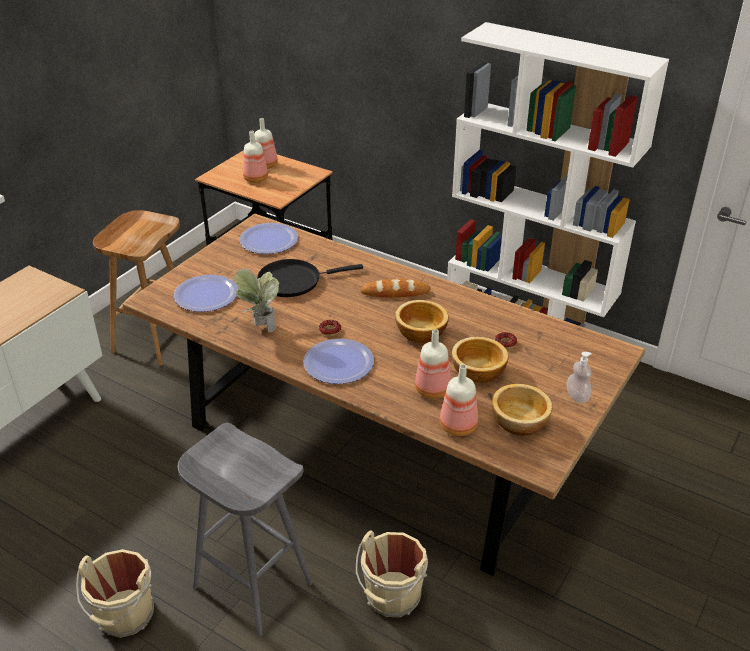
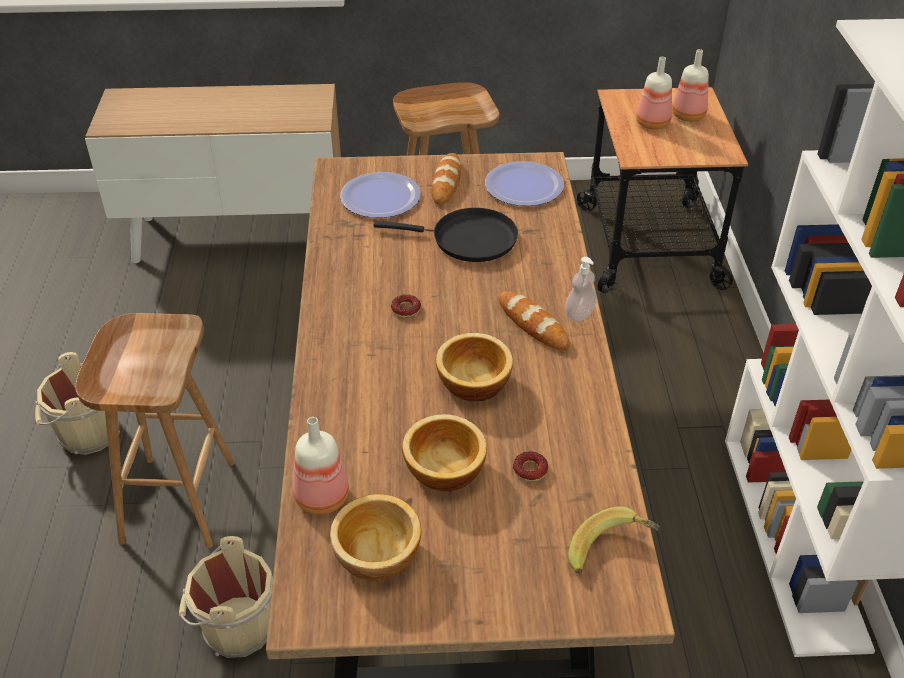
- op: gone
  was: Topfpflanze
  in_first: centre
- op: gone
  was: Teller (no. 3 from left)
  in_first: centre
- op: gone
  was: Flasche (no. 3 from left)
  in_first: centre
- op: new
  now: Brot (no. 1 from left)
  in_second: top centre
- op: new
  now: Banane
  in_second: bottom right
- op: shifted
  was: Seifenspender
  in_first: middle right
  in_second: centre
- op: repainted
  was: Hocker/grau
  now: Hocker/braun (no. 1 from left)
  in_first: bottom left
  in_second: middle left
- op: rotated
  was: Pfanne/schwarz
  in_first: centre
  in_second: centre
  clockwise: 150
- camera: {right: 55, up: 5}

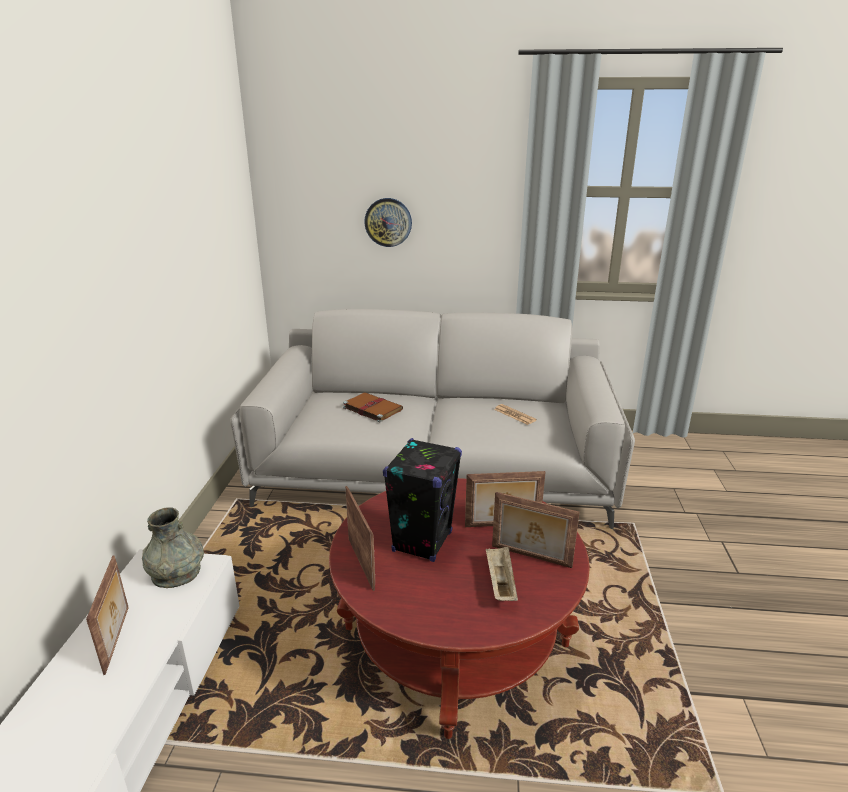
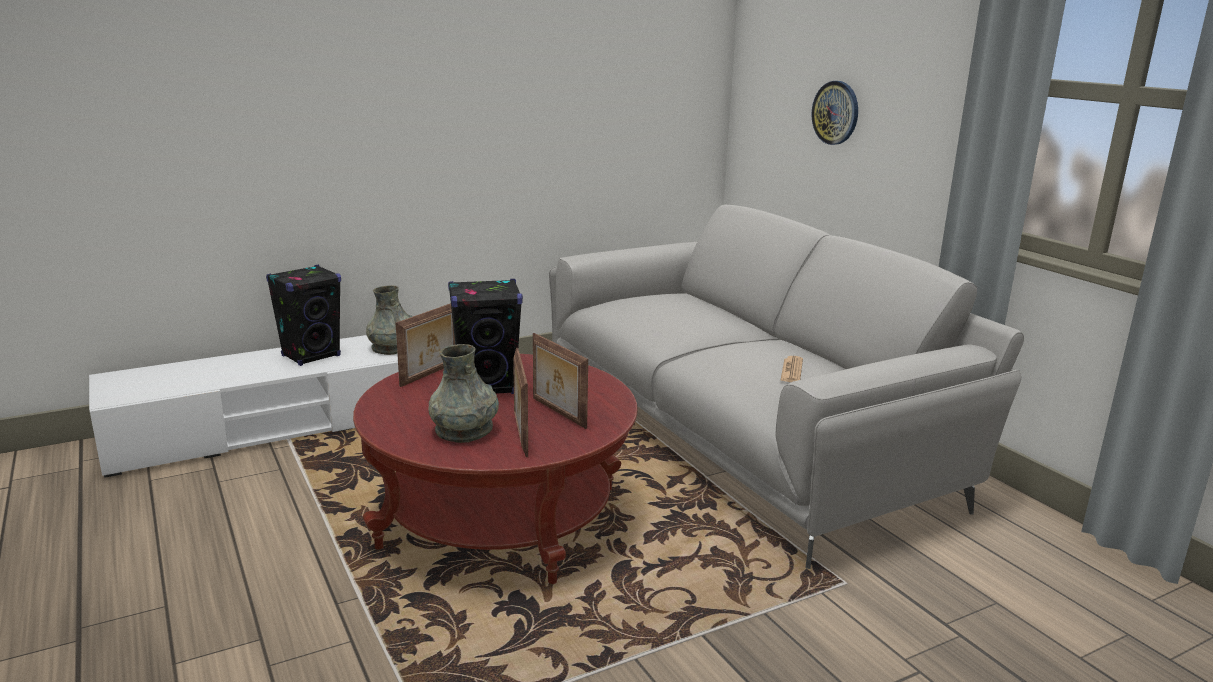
- op: gone
  was: Buch/braun
  in_first: centre
- op: swapped
  was: Bilderrahmen (no. 1 from left)
  now: Lautsprecher/schwarz (no. 1 from left)
  in_first: bottom left
  in_second: middle left
- op: swapped
  was: Tablett/beige
  now: Vase/grau (no. 2 from left)
  in_first: bottom centre
  in_second: centre
- camera: {right: 55, up: -5}

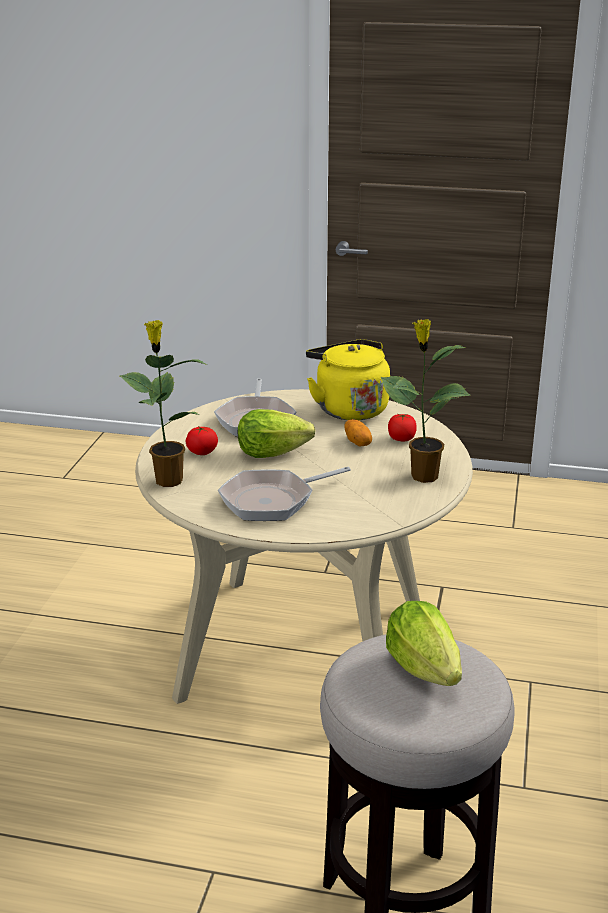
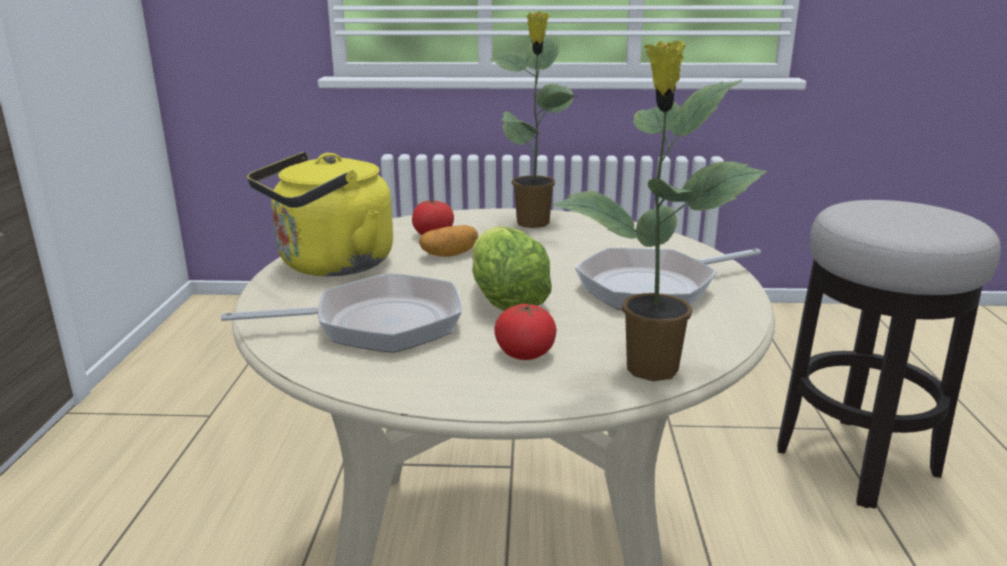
- op: gone
  was: Salatkopf (no. 2 from left)
  in_first: bottom right
- op: rotated
  was: Pfanne (no. 2 from left)
  in_first: centre
  in_second: centre
  clockwise: 105
- camera: {right: -100, up: -5}

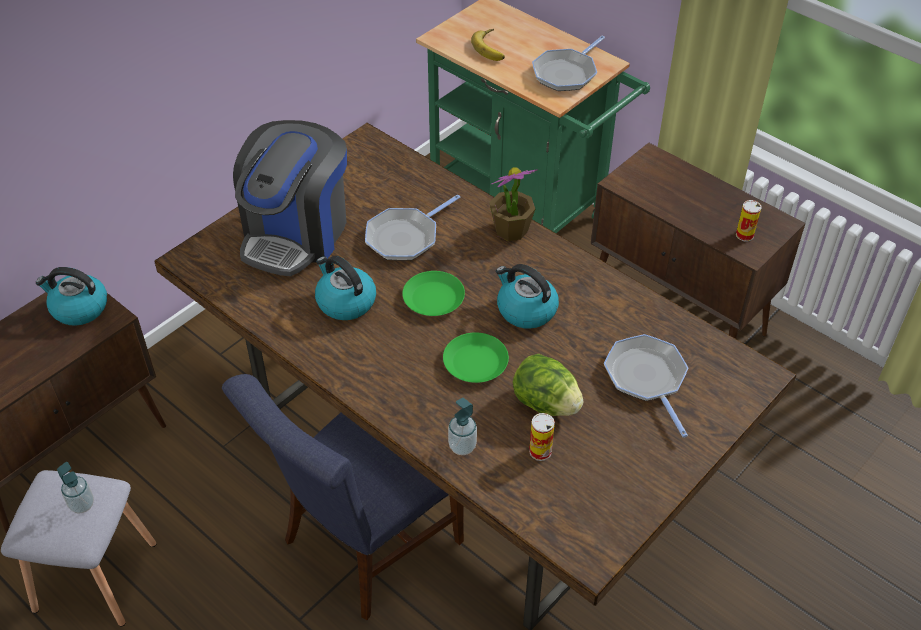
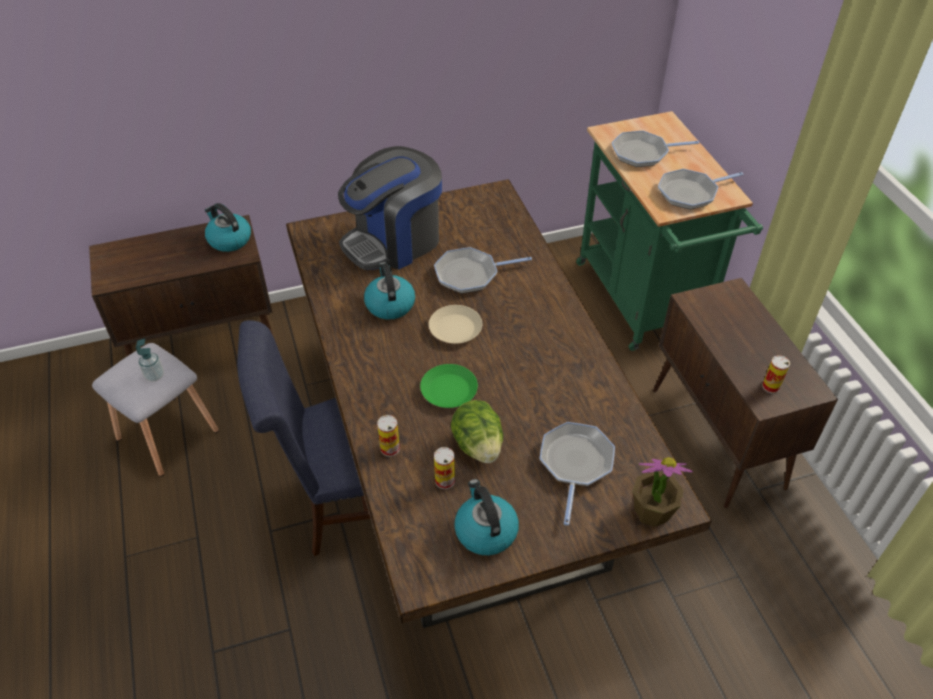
- op: shifted
  was: Topfpflanze
  in_first: top centre
  in_second: bottom right
- op: shifted
  was: Wasserkessel (no. 3 from left)
  in_first: centre
  in_second: bottom centre
- op: swapped
  was: Seifenspender (no. 2 from left)
  now: Dose (no. 1 from left)
  in_first: bottom centre
  in_second: centre
- op: swapped
  was: Banane
  now: Pfanne (no. 3 from left)
  in_first: top centre
  in_second: top right
- op: repainted
  was: Teller/grün (no. 1 from left)
  now: Teller/beige
  in_first: centre
  in_second: centre
- camera: {right: 30, up: 0}

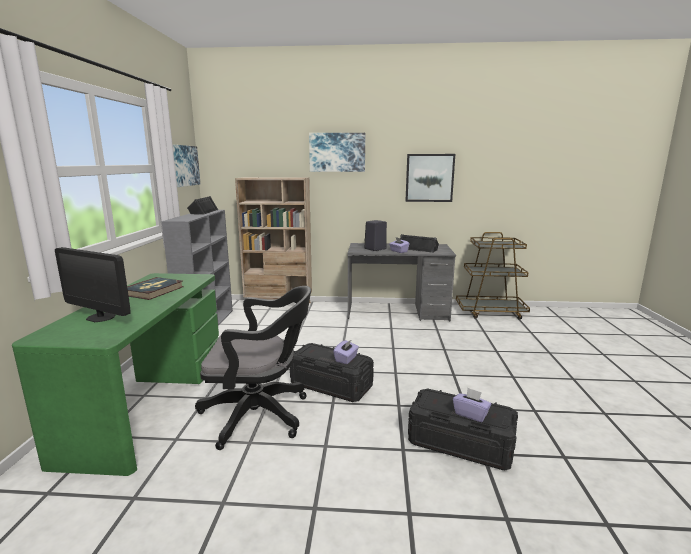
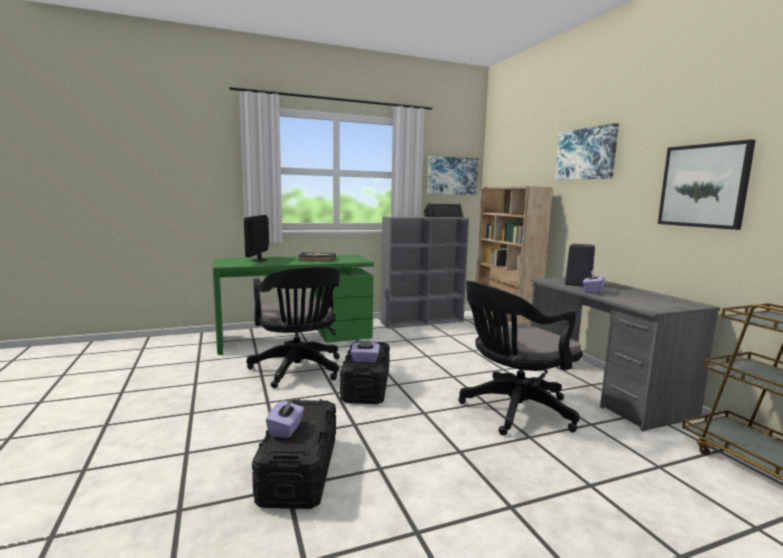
- op: gone
  was: Lautsprecher/schwarz (no. 3 from left)
  in_first: centre
- op: new
  now: Bürostuhl/schwarz (no. 2 from left)
  in_second: centre
- camera: {right: 65, up: -5}

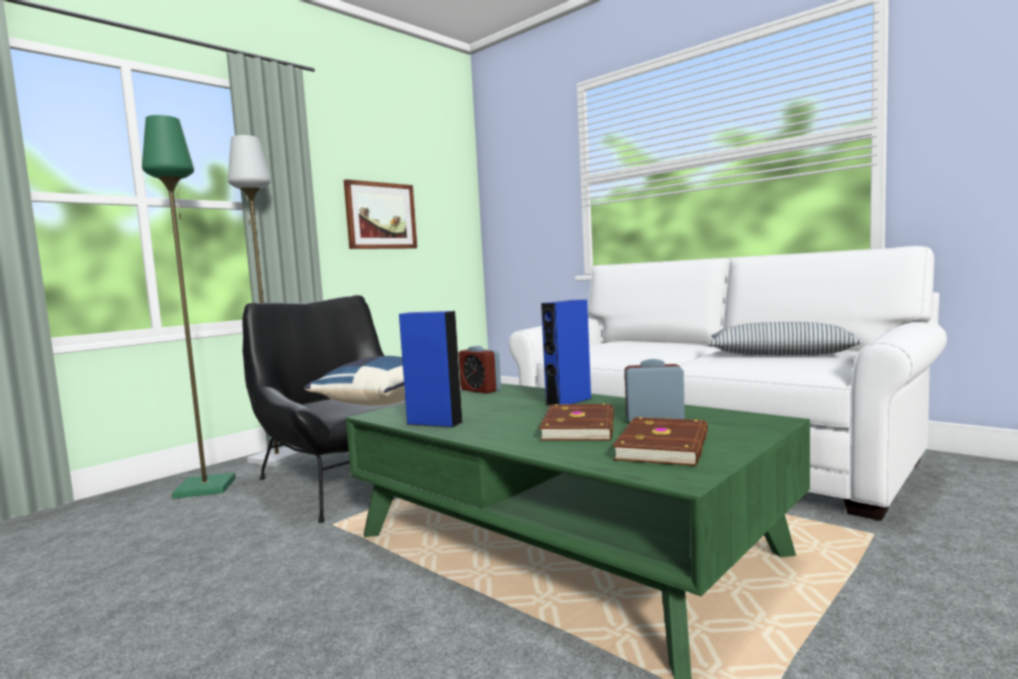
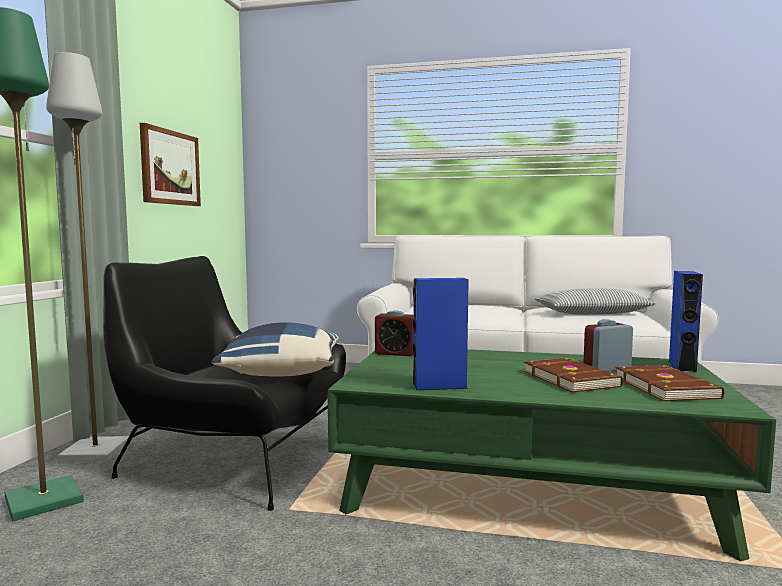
- op: shifted
  was: Lautsprecher/blau (no. 2 from left)
  in_first: centre
  in_second: middle right
- camera: {right: -30, up: 0}

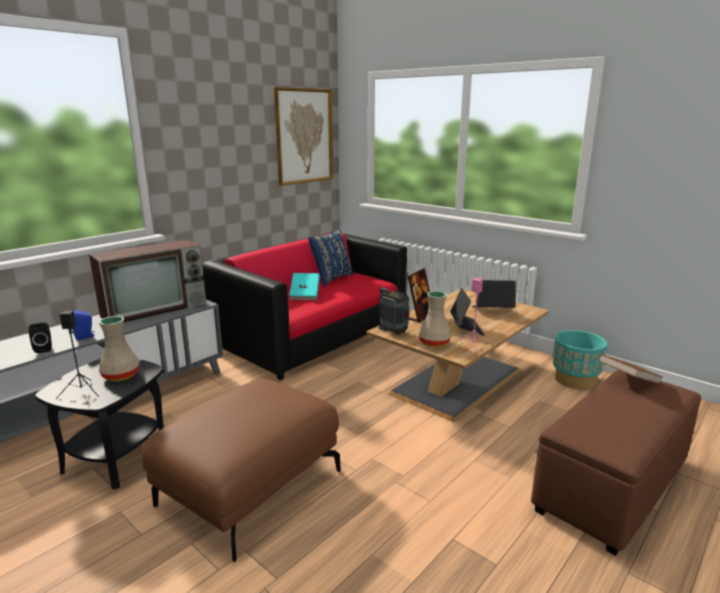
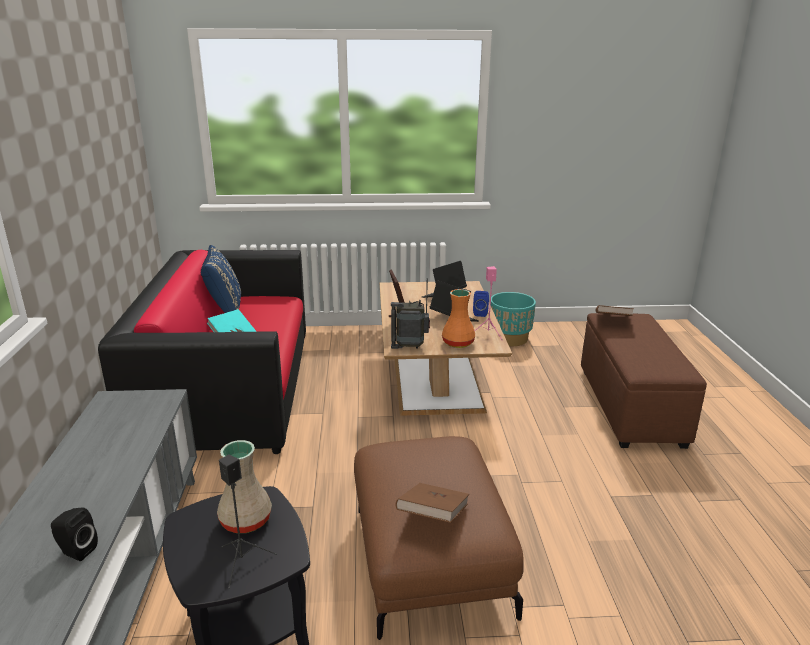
- op: gone
  was: Fernseher
  in_first: middle left
- op: gone
  was: Bild
  in_first: top centre
- op: new
  now: Buch/braun (no. 1 from left)
  in_second: bottom centre
- op: shifted
  was: Lautsprecher/blau
  in_first: middle left
  in_second: centre
- op: repainted
  was: Vase/beige (no. 2 from left)
  now: Vase/orange
  in_first: centre
  in_second: centre
- camera: {right: -45, up: 5}

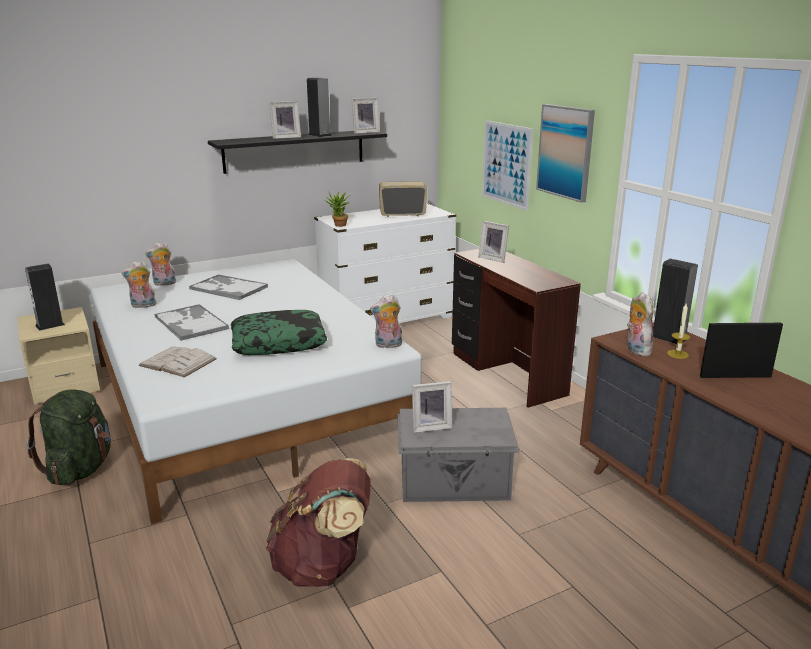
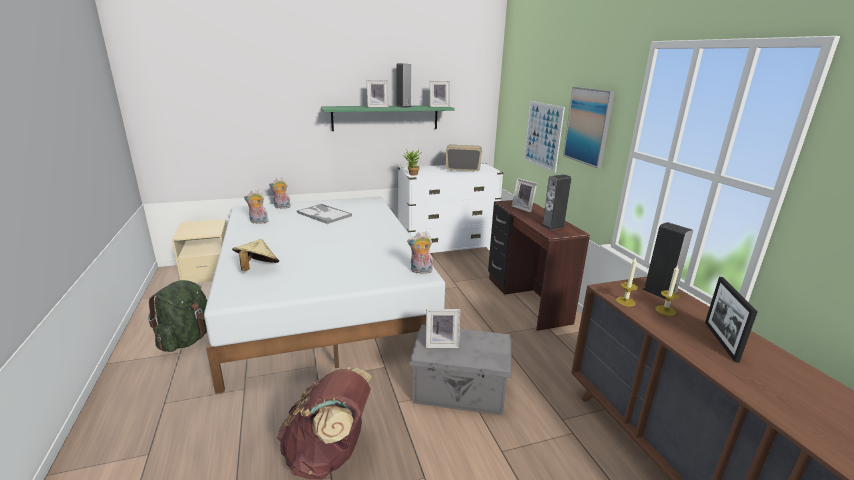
- op: gone
  was: Tablett (no. 1 from left)
  in_first: middle left
- op: gone
  was: Kissen
  in_first: centre
- op: shifted
  was: Lautsprecher (no. 1 from left in the first image)
  now: Lautsprecher (no. 2 from left)
  in_first: middle left
  in_second: centre
- op: swapped
  was: Buch/weiß
  now: Hut/beige
  in_first: middle left
  in_second: middle left
- op: swapped
  was: Plüschtier (no. 4 from left)
  now: Kerze (no. 1 from left)
  in_first: middle right
  in_second: middle right
- op: repainted
  was: Wandregal/schwarz
  now: Wandregal/grün
  in_first: top centre
  in_second: top centre
- op: rotated
  was: Bilderrahmen (no. 5 from left)
  in_first: middle right
  in_second: bottom right
  clockwise: -90
- camera: {right: 10, up: 0}

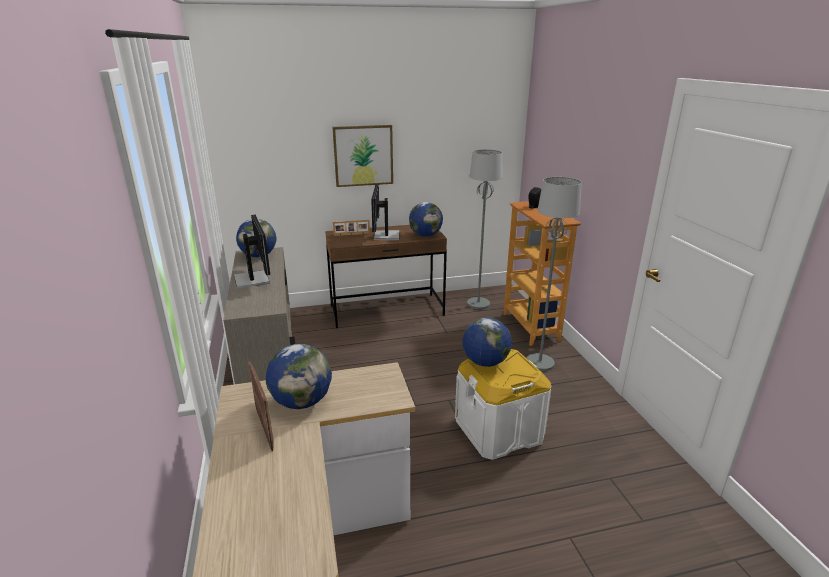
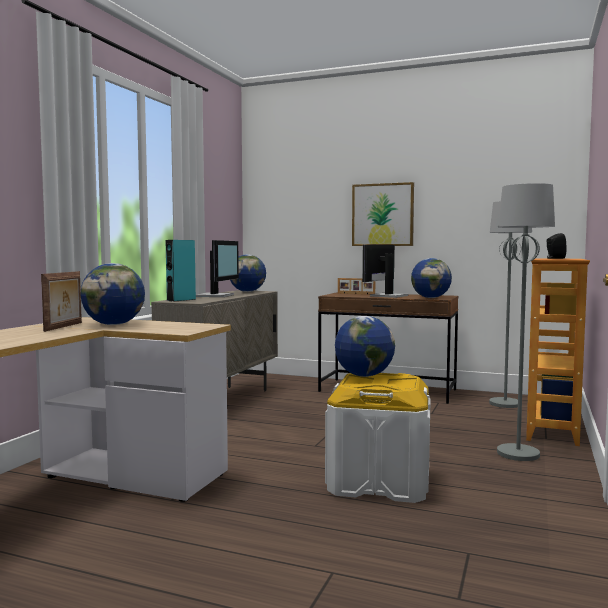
- op: new
  now: Lautsprecher/türkis
  in_second: middle left
- camera: {right: 35, up: -20}

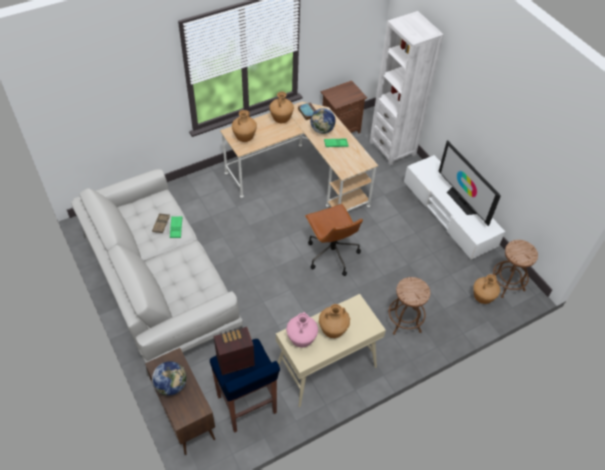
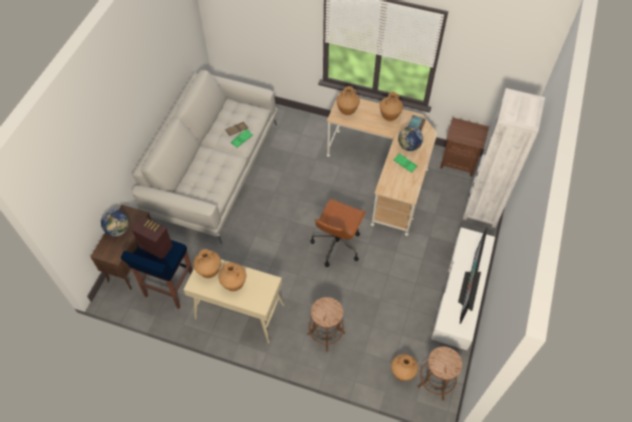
- op: repainted
  was: Vase/rosa
  now: Vase/braun (no. 1 from left)
  in_first: bottom centre
  in_second: middle left
- camera: {right: 50, up: 5}

